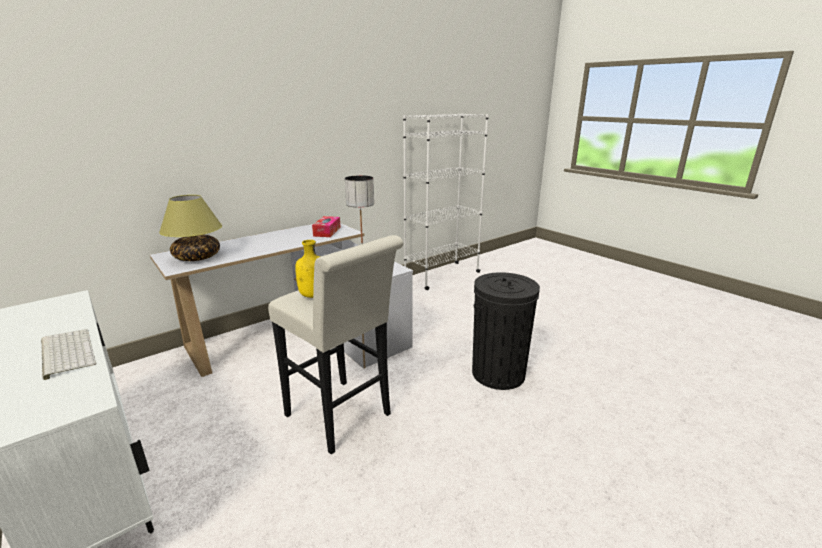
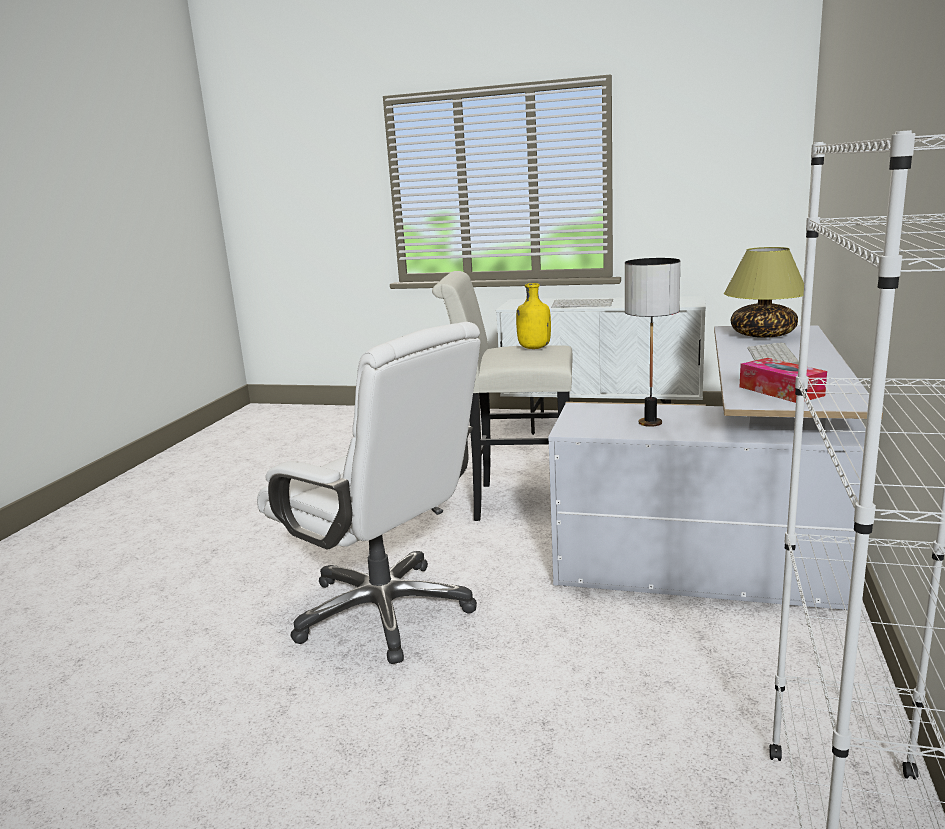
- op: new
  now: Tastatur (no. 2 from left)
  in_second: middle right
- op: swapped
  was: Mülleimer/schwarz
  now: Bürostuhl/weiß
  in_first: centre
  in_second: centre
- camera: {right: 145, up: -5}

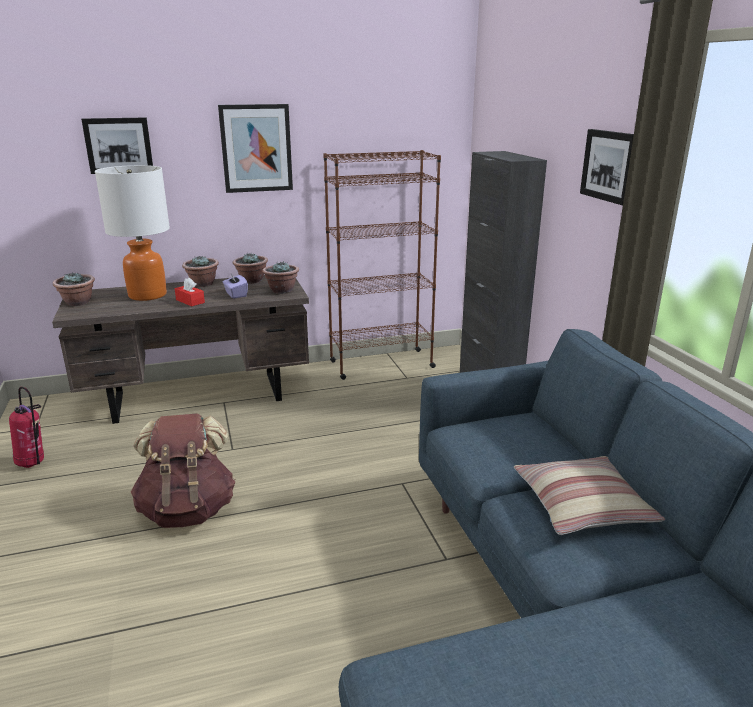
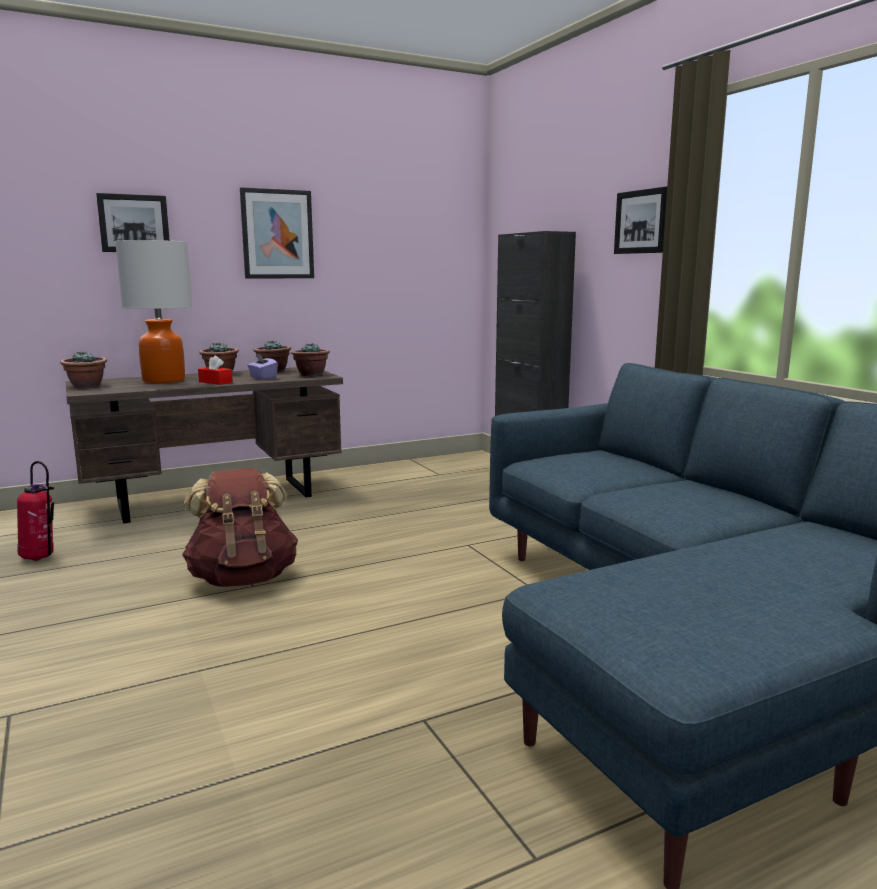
- op: gone
  was: Bücherregal/braun
  in_first: centre
- op: gone
  was: Kissen
  in_first: bottom right
- camera: {right: -10, up: -10}

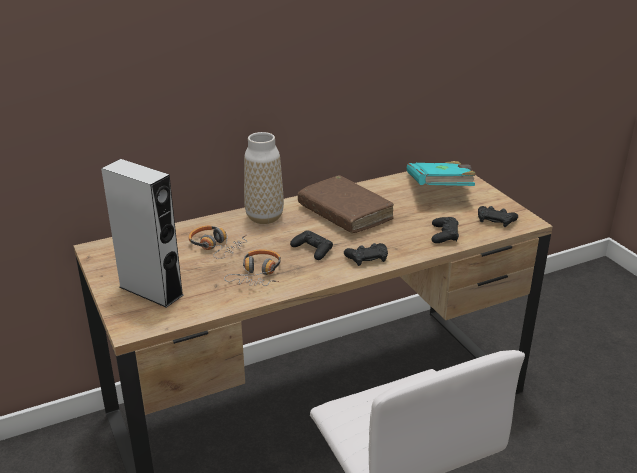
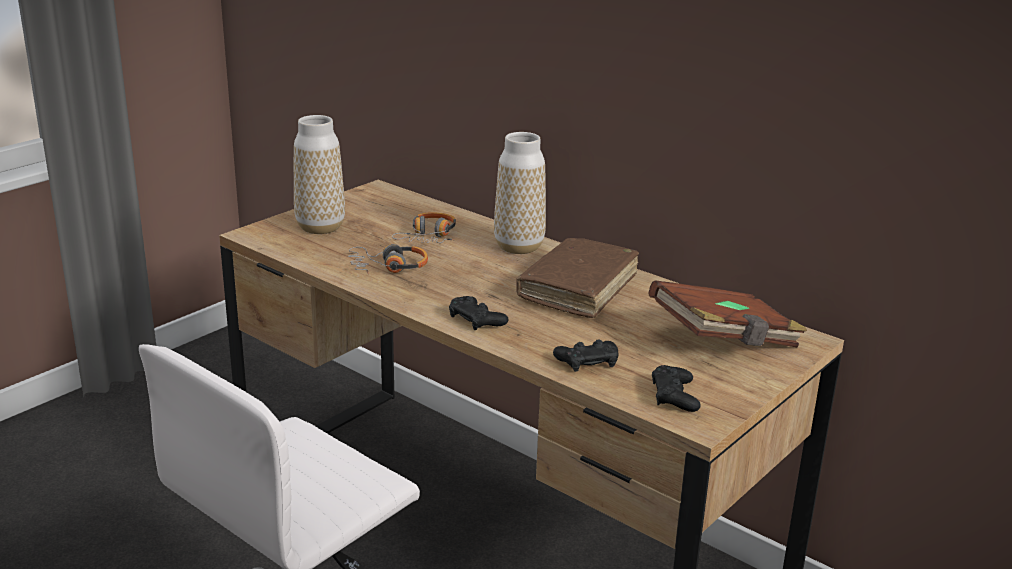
- op: gone
  was: Gamepad/schwarz (no. 1 from left)
  in_first: centre
- op: swapped
  was: Lautsprecher/grau
  now: Vase (no. 1 from left)
  in_first: middle left
  in_second: top left
- op: repainted
  was: Buch/türkis
  now: Buch/braun (no. 2 from left)
  in_first: middle right
  in_second: middle right
- camera: {right: 65, up: -5}

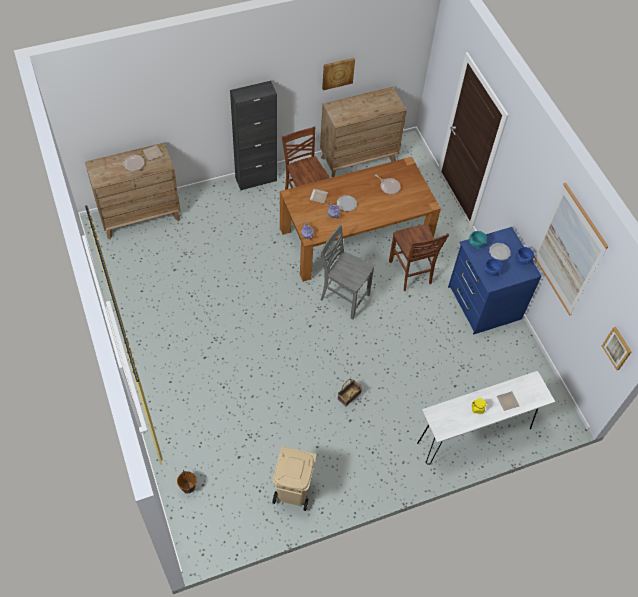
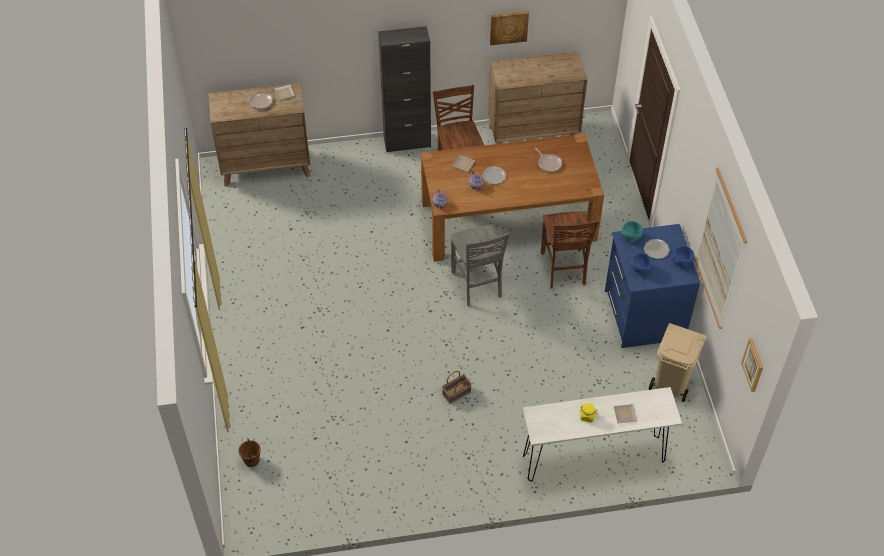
- op: shifted
  was: Mülleimer/beige
  in_first: bottom centre
  in_second: middle right
- op: rotated
  was: Stuhl/grau
  in_first: centre
  in_second: centre
  clockwise: -150
- camera: {right: 15, up: -5}

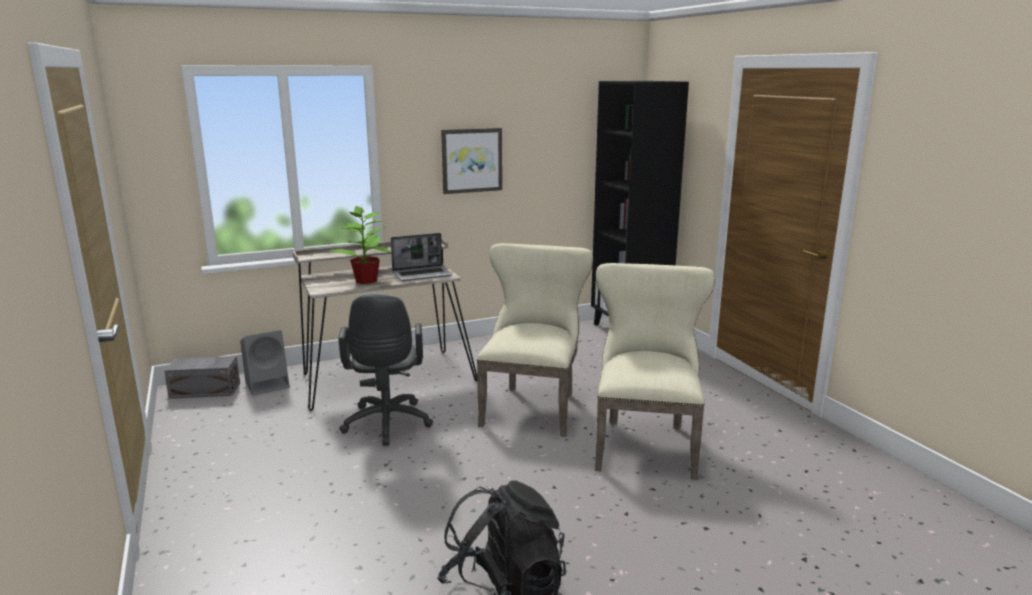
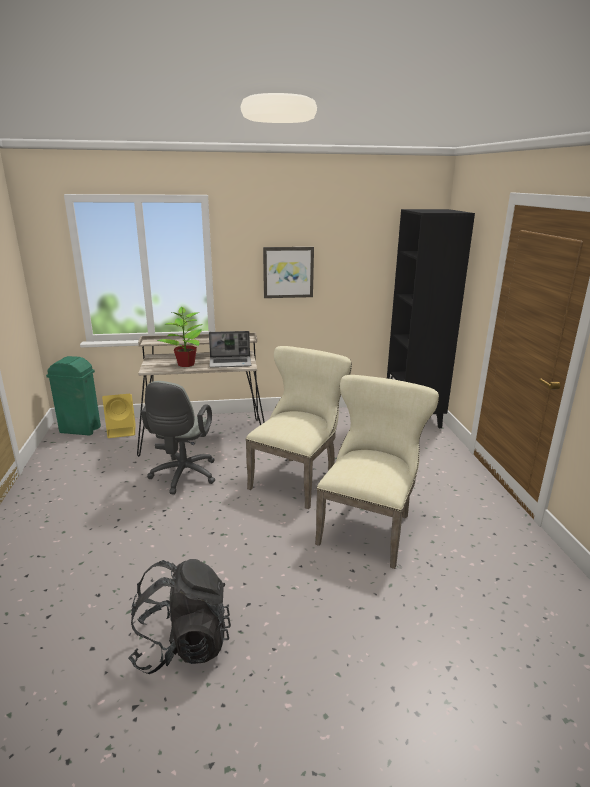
- op: swapped
  was: Aufbewahrungsbox/grau
  now: Mülleimer/grün
  in_first: middle left
  in_second: middle left
- op: repainted
  was: Lautsprecher/grau
  now: Lautsprecher/gelb
  in_first: middle left
  in_second: middle left
- camera: {right: 15, up: 5}

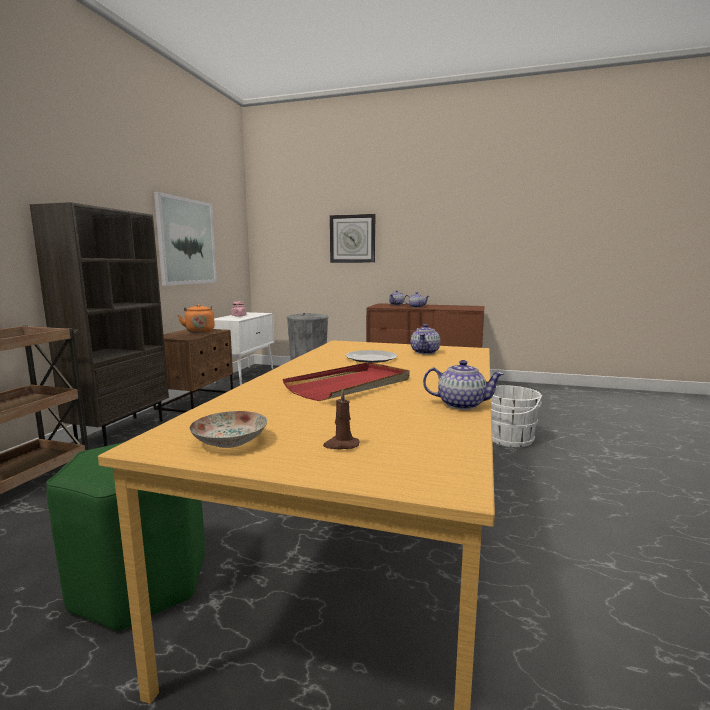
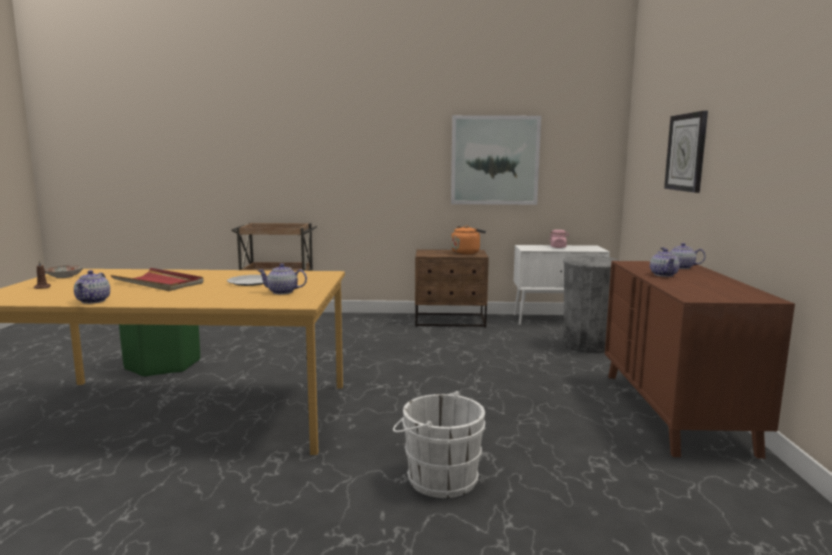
- op: gone
  was: Bücherregal/braun
  in_first: middle left
- camera: {right: 75, up: 0}

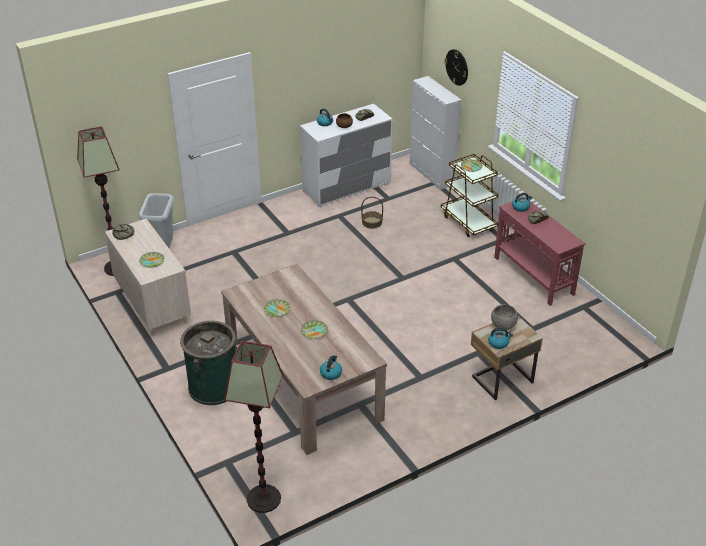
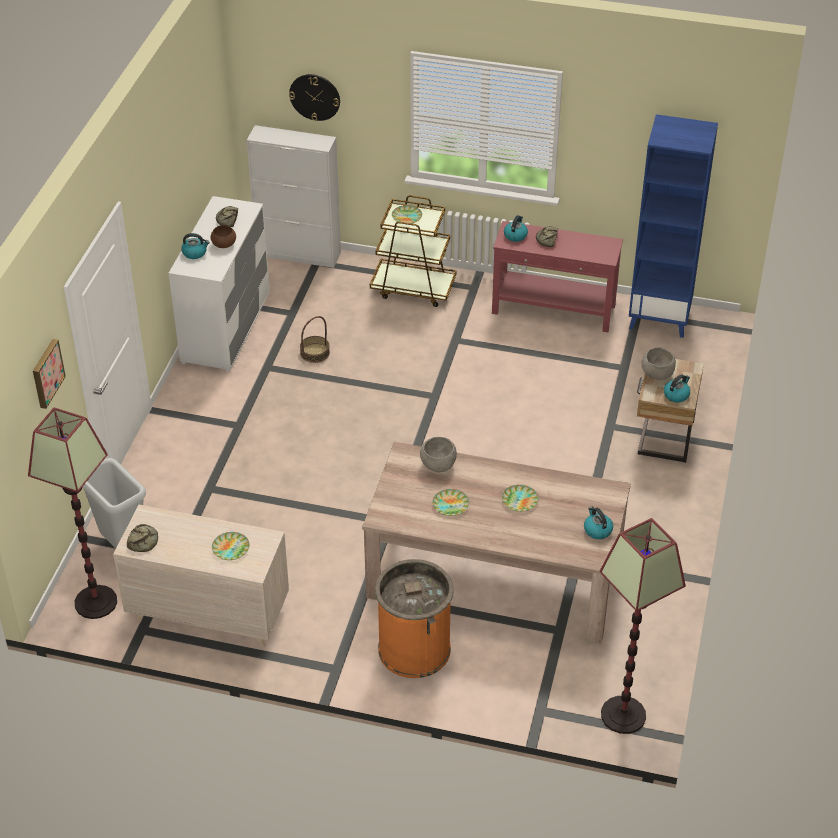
- op: new
  now: Bild
  in_second: middle left
- op: new
  now: Schüssel/grau (no. 1 from left)
  in_second: centre
- op: new
  now: Bücherregal/blau
  in_second: top right
- op: repainted
  was: Mülleimer/grün
  now: Mülleimer/orange
  in_first: middle left
  in_second: bottom centre
- camera: {right: -45, up: 5}

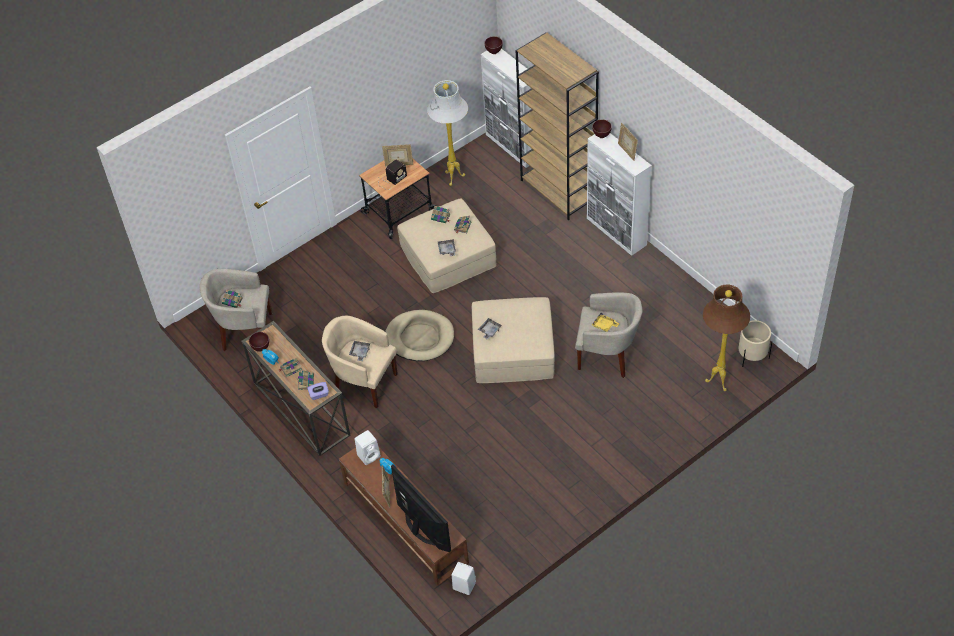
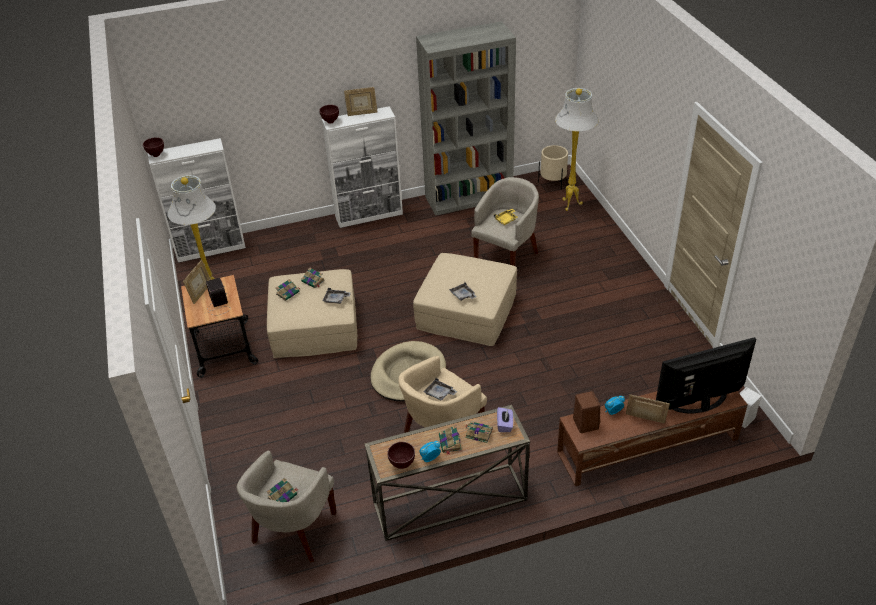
- op: gone
  was: Bücherregal/braun
  in_first: top centre
- op: new
  now: Bücherregal/grau
  in_second: top centre
- op: repainted
  was: Lautsprecher/weiß (no. 1 from left)
  now: Lautsprecher/braun
  in_first: bottom centre
  in_second: bottom right
- op: repainted
  was: Stehlampe/braun
  now: Stehlampe/weiß (no. 2 from left)
  in_first: middle right
  in_second: top centre
- camera: {right: -70, up: -10}

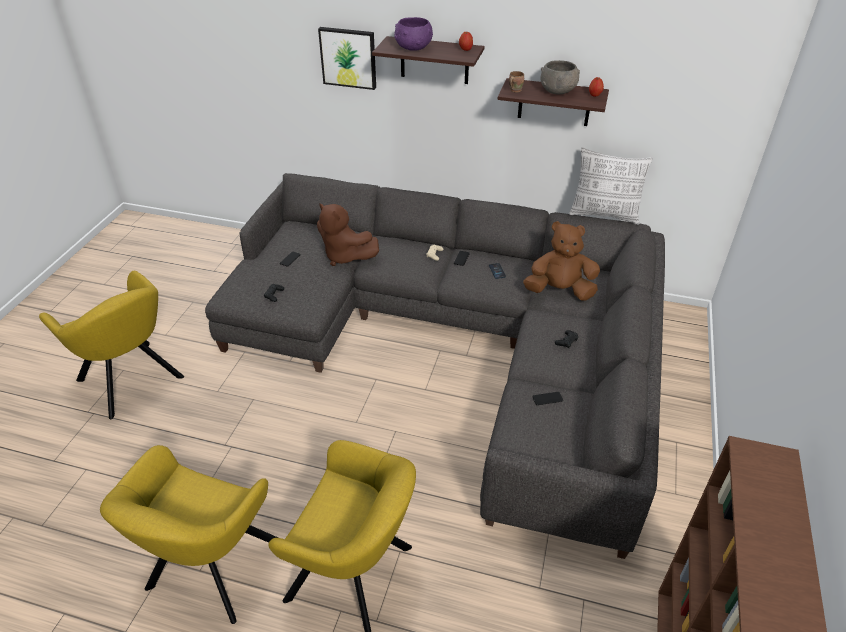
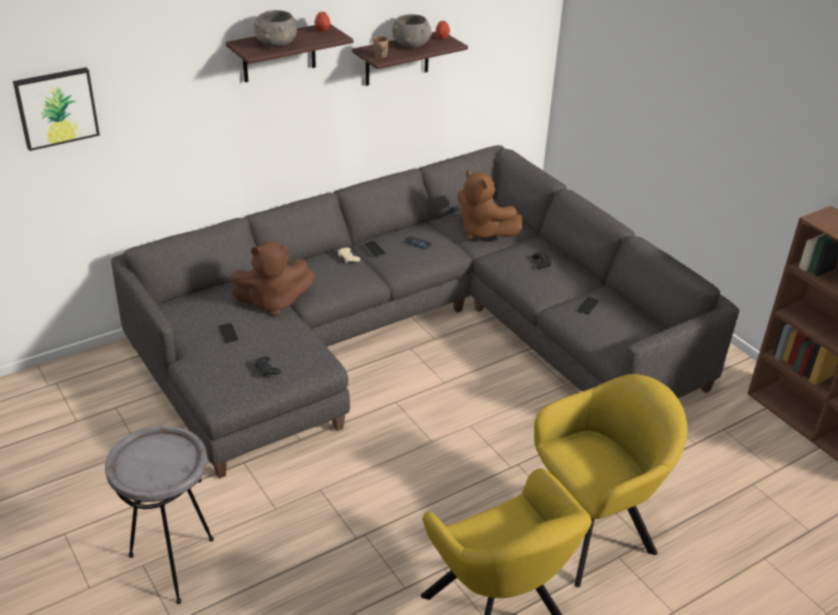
- op: gone
  was: Kissen
  in_first: top right
- op: shifted
  was: Bild
  in_first: top centre
  in_second: top left
- op: swapped
  was: Sessel/gelb (no. 1 from left)
  now: Beistelltisch/grau
  in_first: middle left
  in_second: bottom left
- op: repainted
  was: Schüssel/lila
  now: Schüssel/grau (no. 1 from left)
  in_first: top centre
  in_second: top left
- op: rotated
  was: Plüschtier/braun (no. 2 from left)
  in_first: centre
  in_second: centre
  clockwise: -90
- camera: {right: -50, up: -5}

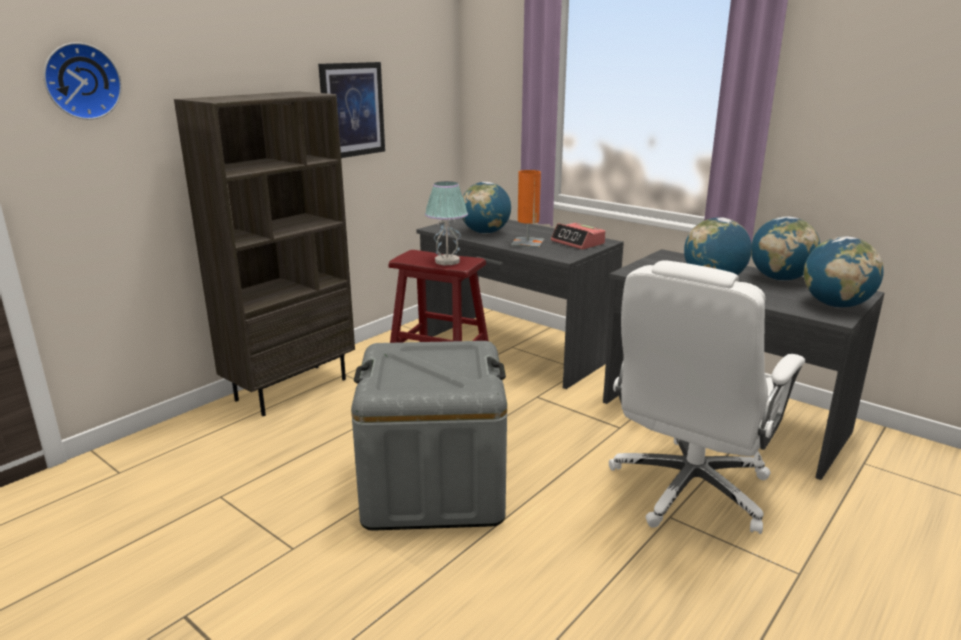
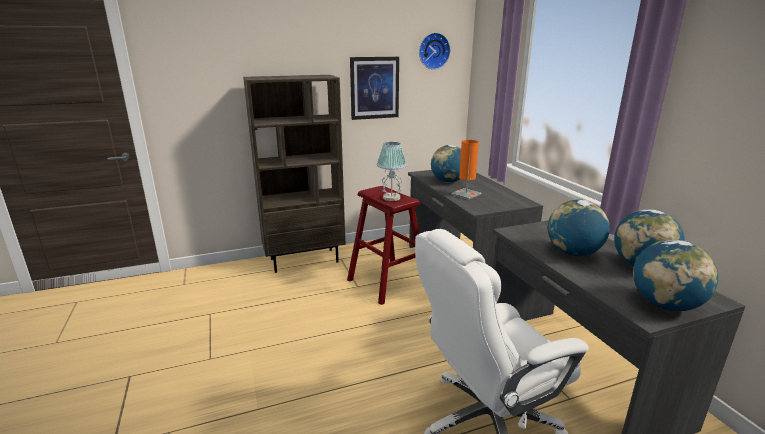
- op: gone
  was: Aufbewahrungsbox/grau
  in_first: bottom centre
- op: gone
  was: Wecker
  in_first: centre
- op: shifted
  was: Wanduhr
  in_first: top left
  in_second: top centre
- camera: {right: 30, up: 0}

